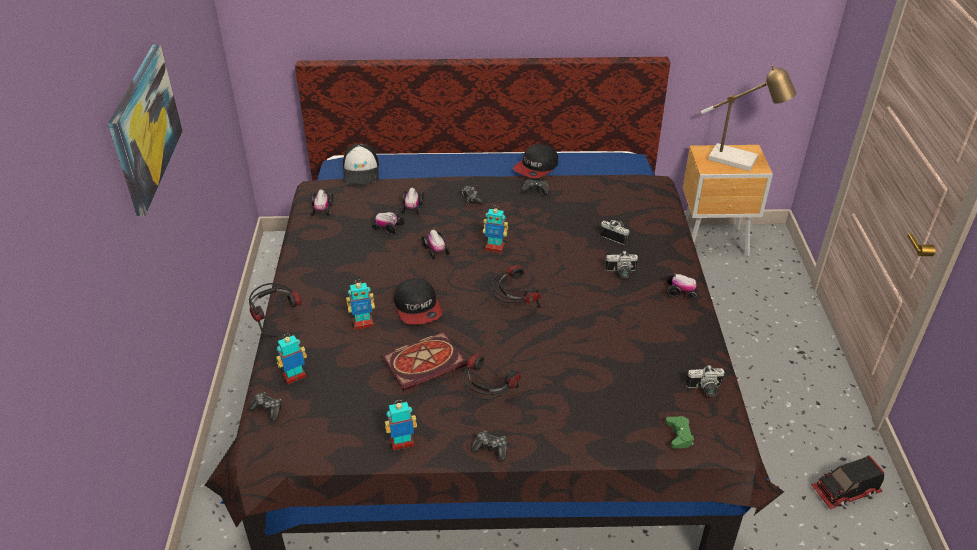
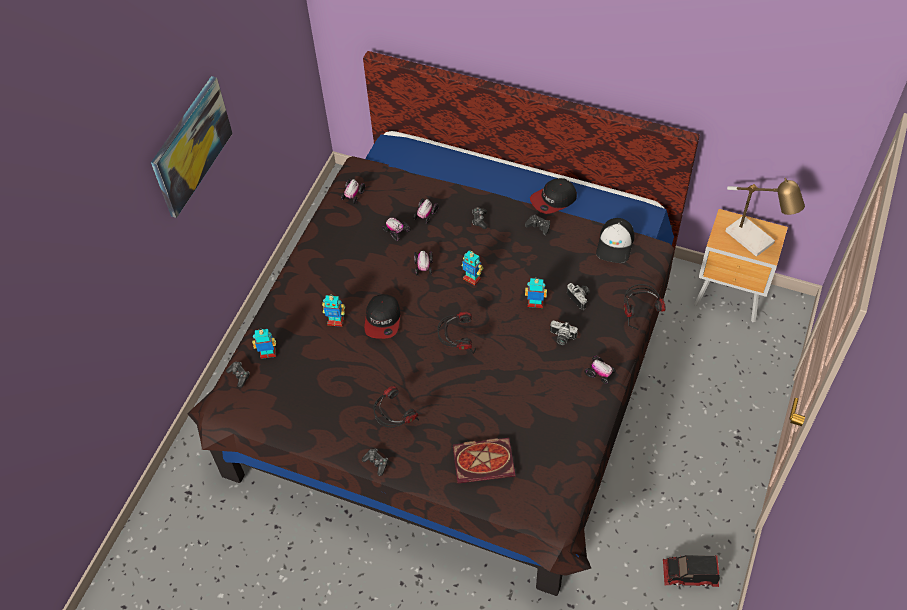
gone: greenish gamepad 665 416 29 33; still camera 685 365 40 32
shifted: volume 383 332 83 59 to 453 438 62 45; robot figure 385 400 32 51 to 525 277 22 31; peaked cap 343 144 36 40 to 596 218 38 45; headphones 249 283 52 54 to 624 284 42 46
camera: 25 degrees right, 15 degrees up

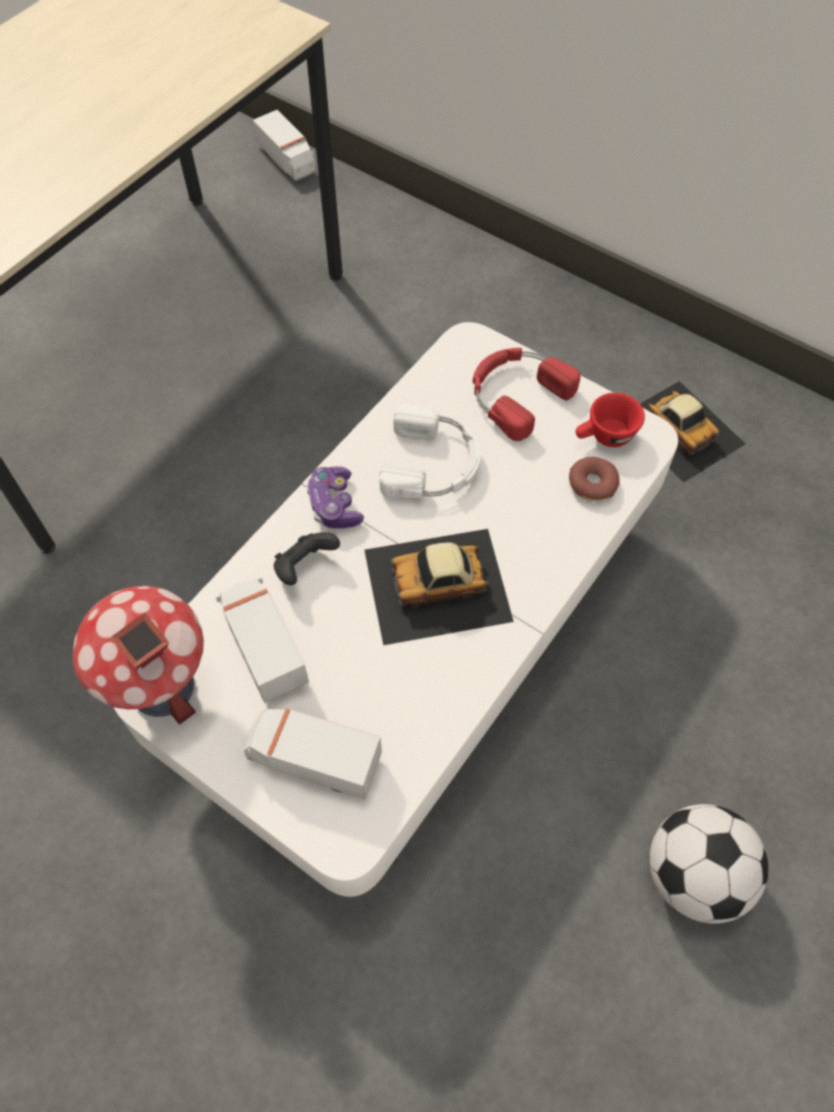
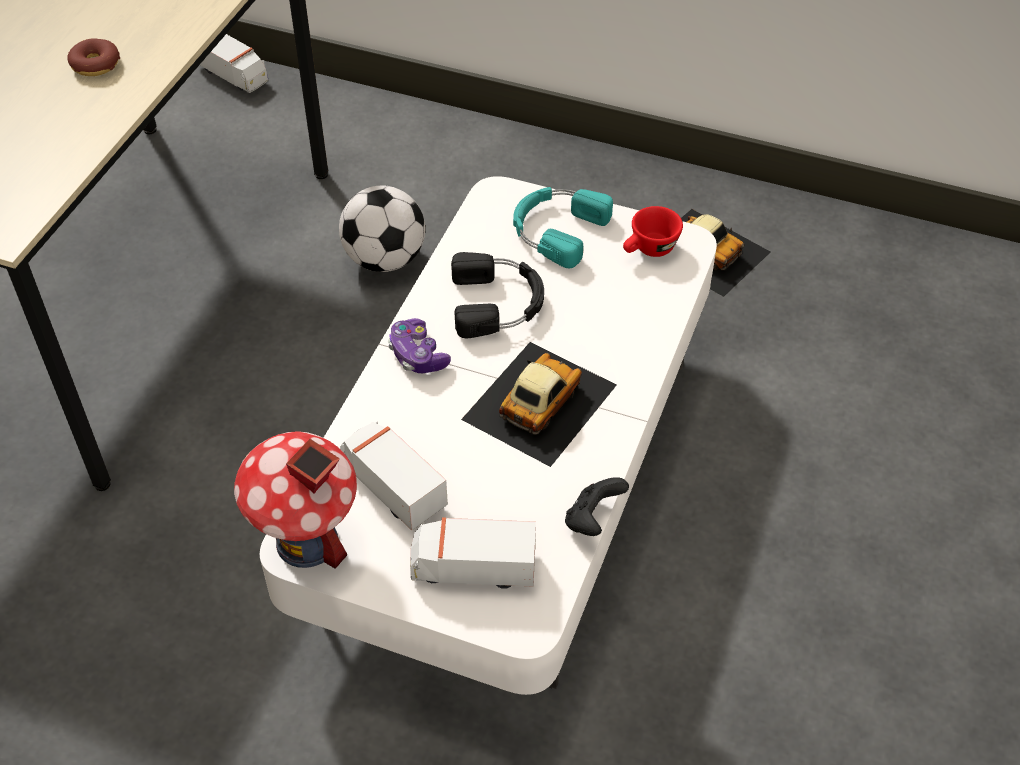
shifted: donut 569 457 51 44 to 67 38 53 38; ball for football 649 804 119 120 to 339 186 86 86; black-coloured gamepad 274 532 66 53 to 565 477 64 59
repainted: white headphones 379 403 102 95 to black-coloured headphones 451 252 93 87; red-coloured headphones 473 348 107 93 to turquoise-coloured headphones 513 187 100 81
rotated: miniature car 364 529 150 116 = 461 342 156 125 150 degrees clockwise
camera: 15 degrees left, 10 degrees down

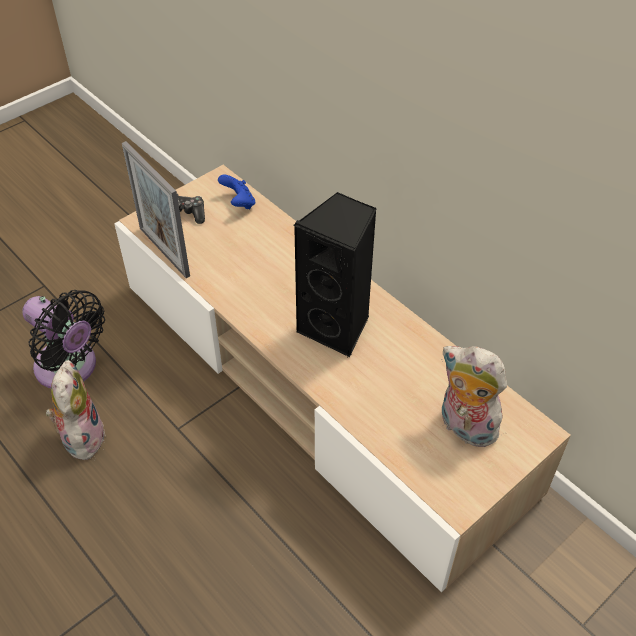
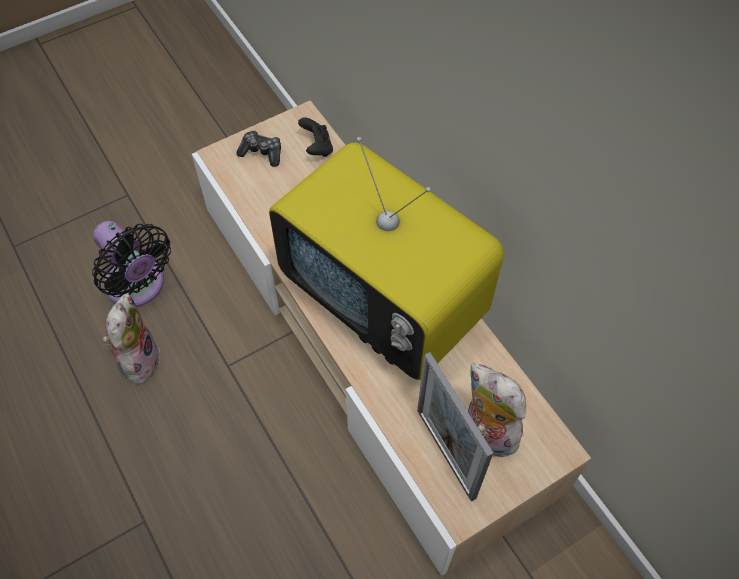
shifted: standing frame 122 141 68 137 to 417 352 76 150
swapped: black-coloured loudspeaker 293 192 84 165 to TV 269 137 235 243
repainted: blue-coloured gamepad 218 175 37 34 to black-coloured gamepad 298 117 35 40
camera: 10 degrees right, 10 degrees up

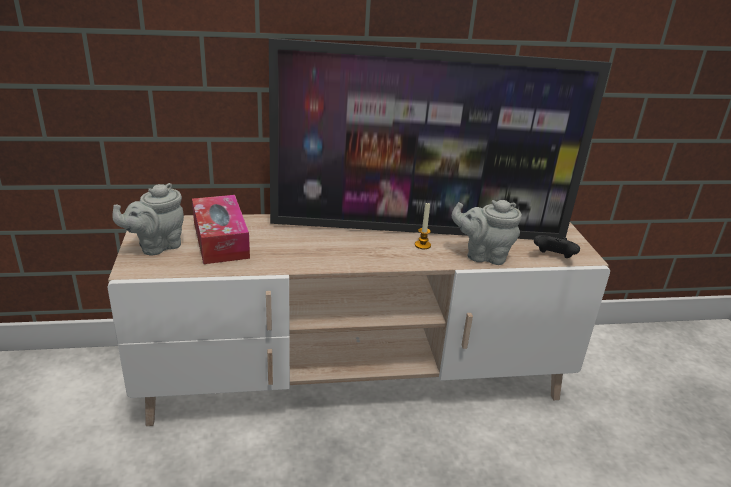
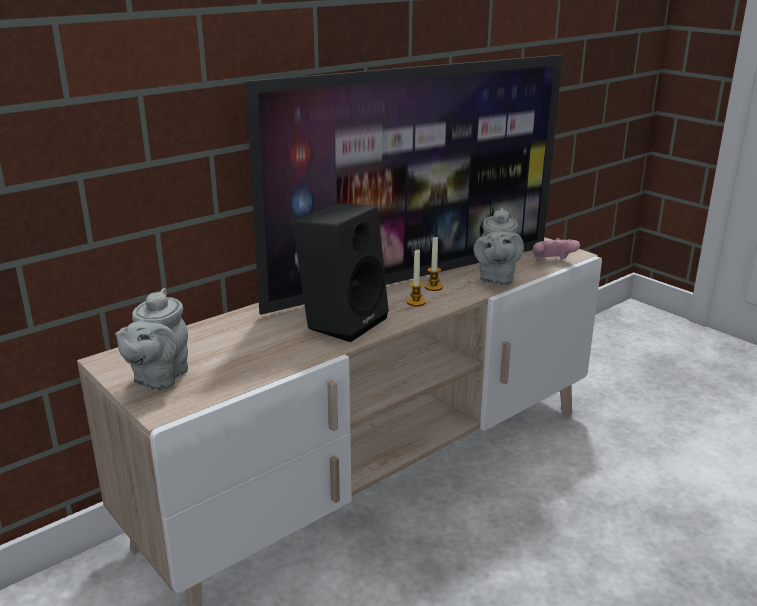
gone: tissue box 192 195 58 69
new: black-coloured loudspeaker 293 203 96 139; candle 407 250 19 56
repainted: black-coloured gamepad 534 235 46 23 to pinkish gamepad 533 238 47 23
rotated: gray tea pot 452 200 70 65 = 474 207 50 79 60 degrees counterclockwise
camera: 30 degrees left, 5 degrees down

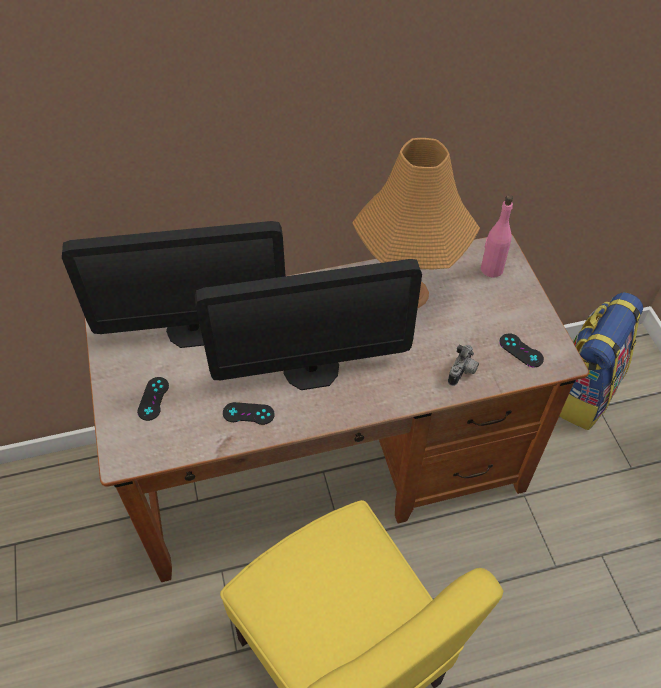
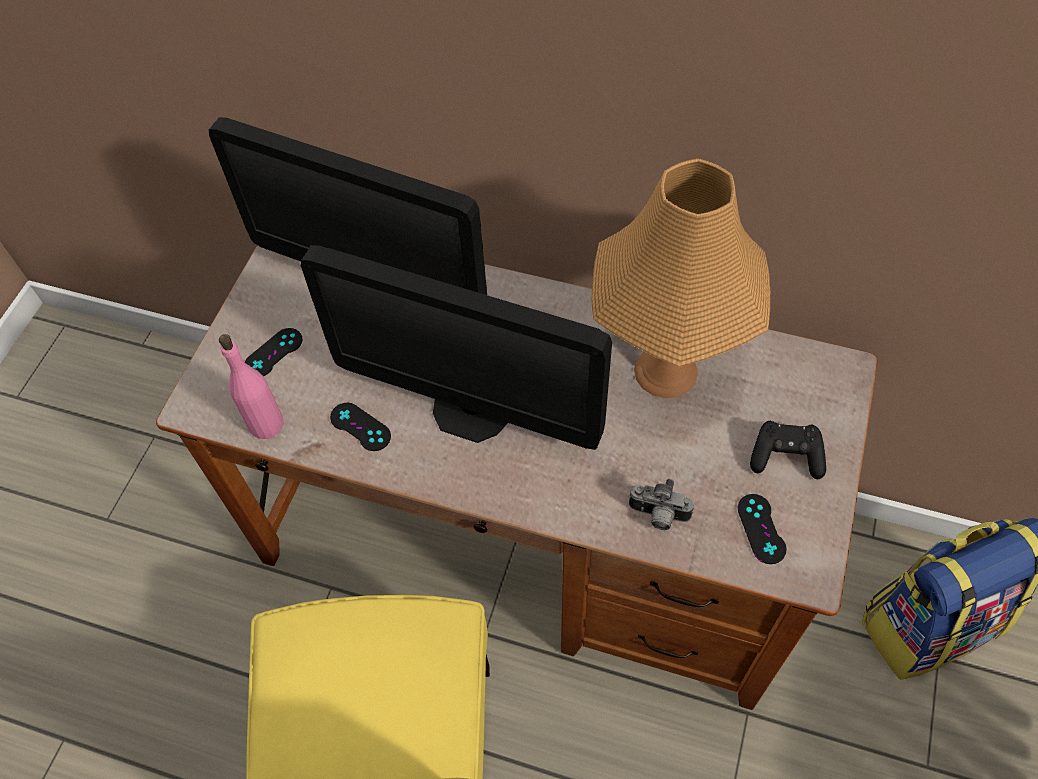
new: black-coloured gamepad 750 421 76 58
shifted: pinkish drink bottle 481 195 32 83 to 219 334 65 105
rotated: still camera 448 345 31 41 = 629 479 65 51 45 degrees clockwise
camera: 35 degrees right, 5 degrees up

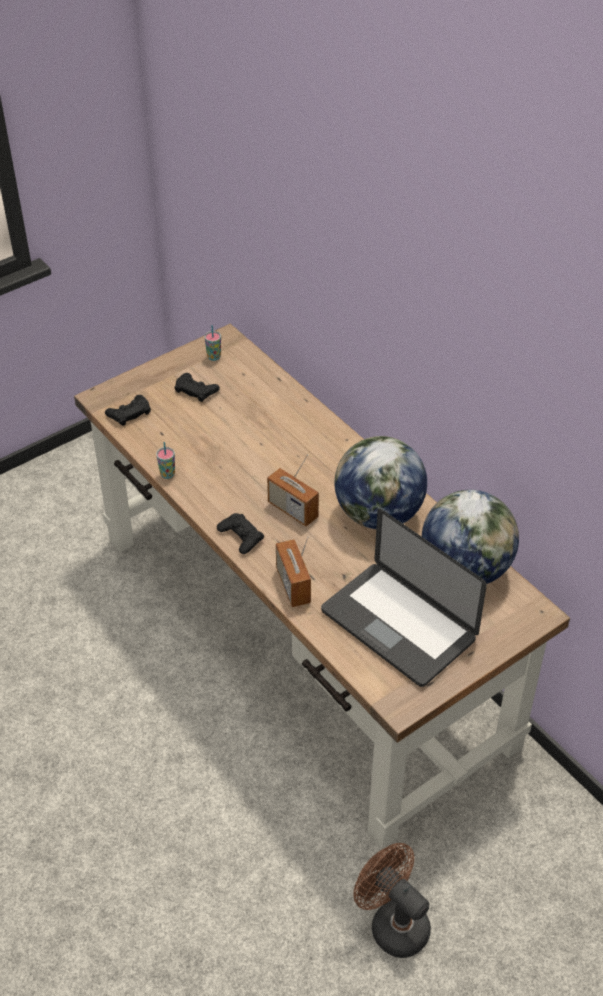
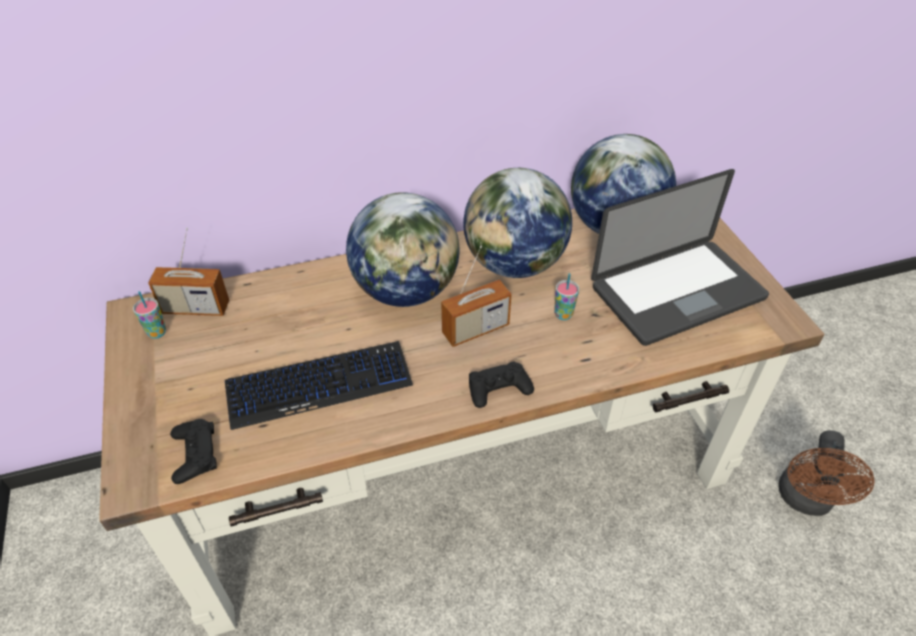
gone: black-coloured gamepad 174 373 46 29
new: keyboard 225 341 188 89; world globe 346 192 114 115
shifted: radio set 276 537 35 70 to 148 228 81 88; cup 156 442 19 37 to 554 273 25 47
rotated: brownish cooling fan 353 843 78 115 = 779 430 96 86 45 degrees counterclockwise
camera: 70 degrees left, 0 degrees up

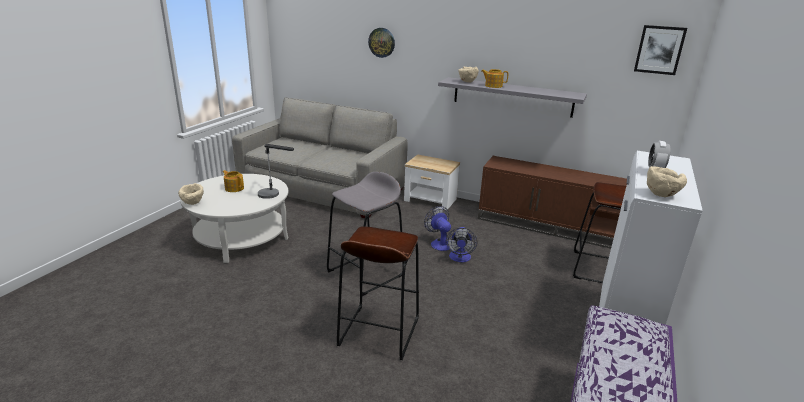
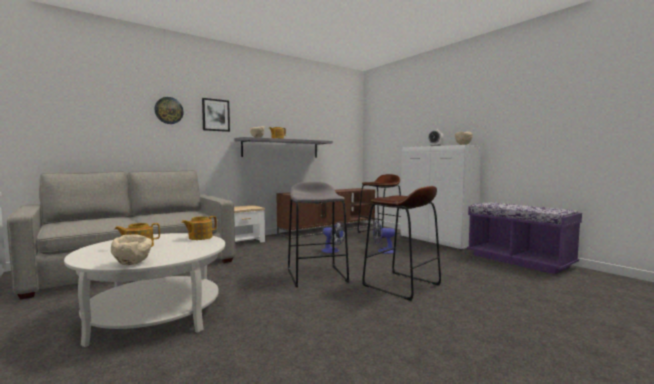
shifted: picture 634 25 53 50 to 202 98 28 34; cooling fan 424 206 27 45 to 373 221 23 33
swapped: lamp for a table 258 144 36 55 to tea pot 181 216 36 24
camera: 60 degrees left, 20 degrees down

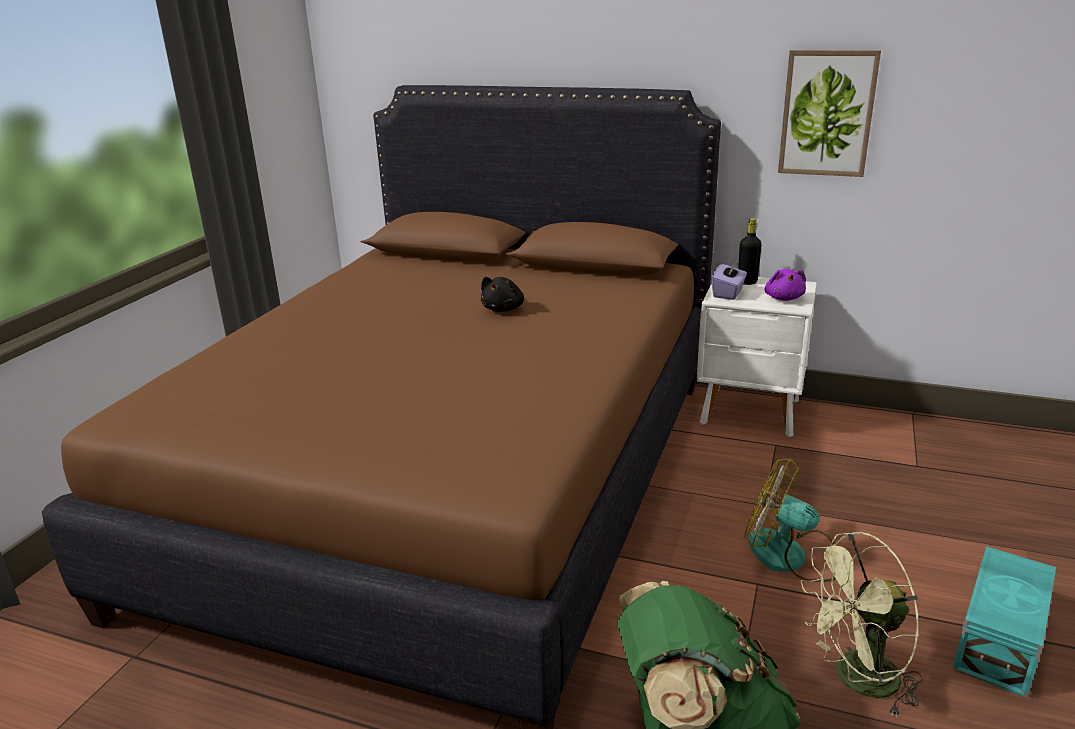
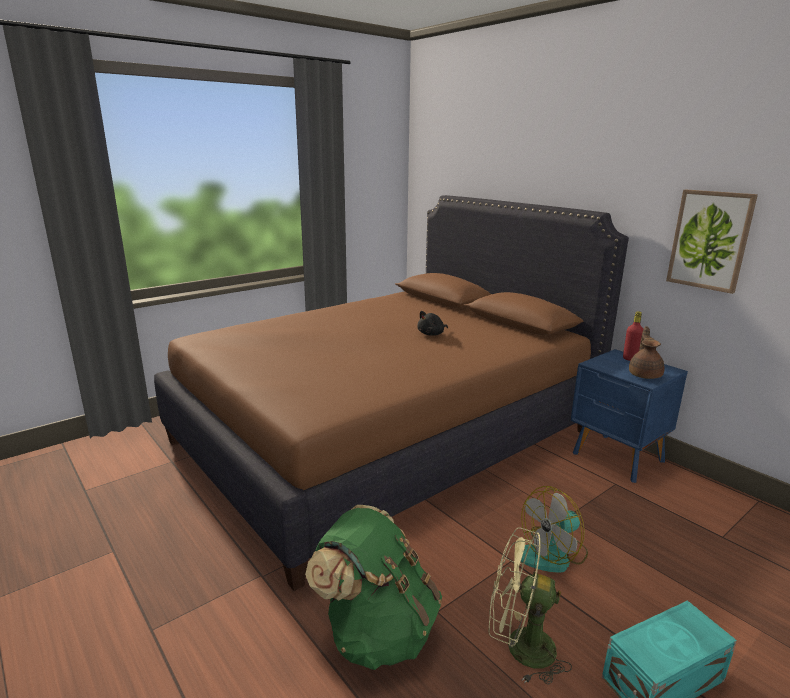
gone: purple tissue box 712 260 35 40
swapped: purple cuddly toy 765 269 41 32 to brownish tea pot 629 326 36 53
repainted: white bedside table 697 277 120 160 to blue-coloured bedside table 571 349 117 134; black-coloured drink bottle 738 218 24 67 to red-coloured drink bottle 623 311 20 50
rotated: cooling fan 744 459 93 123 = 521 486 67 87 90 degrees counterclockwise
camera: 30 degrees right, 5 degrees down

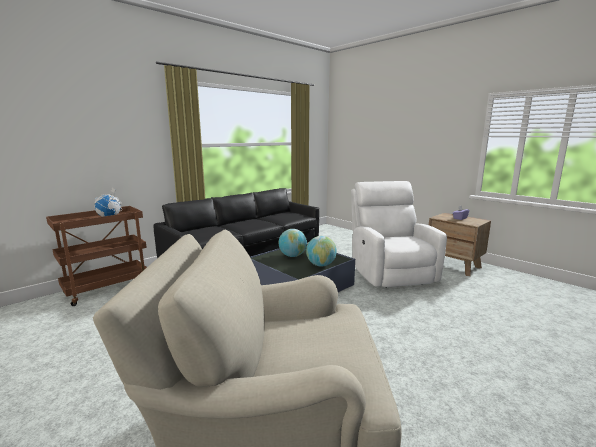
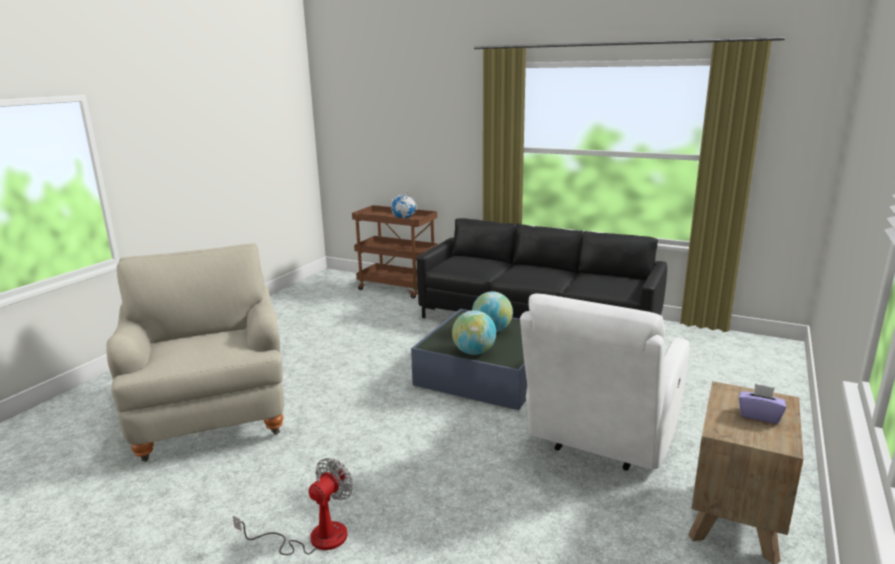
new: cooling fan 233 458 120 97
rotated: white easy chair 351 181 96 107 = 520 293 170 178 150 degrees clockwise
camera: 70 degrees right, 5 degrees up

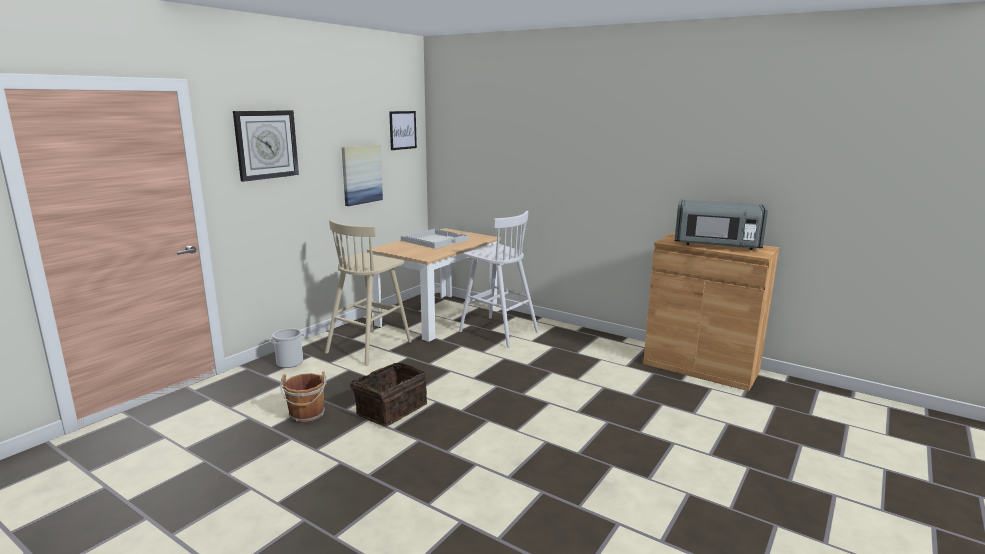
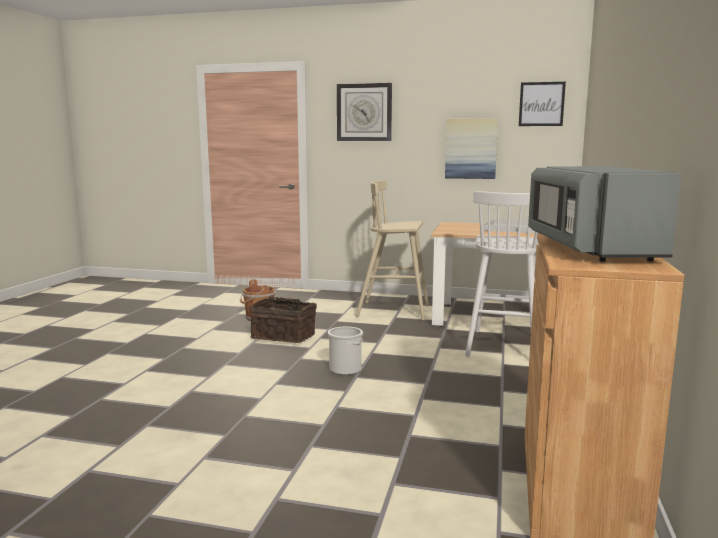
shifted: water bucket 270 328 35 40 to 327 327 36 48
camera: 70 degrees right, 5 degrees down

